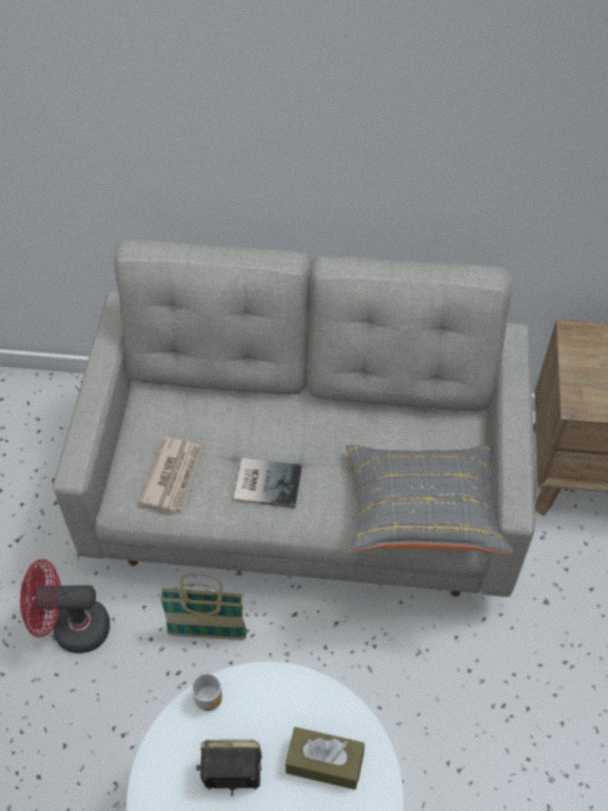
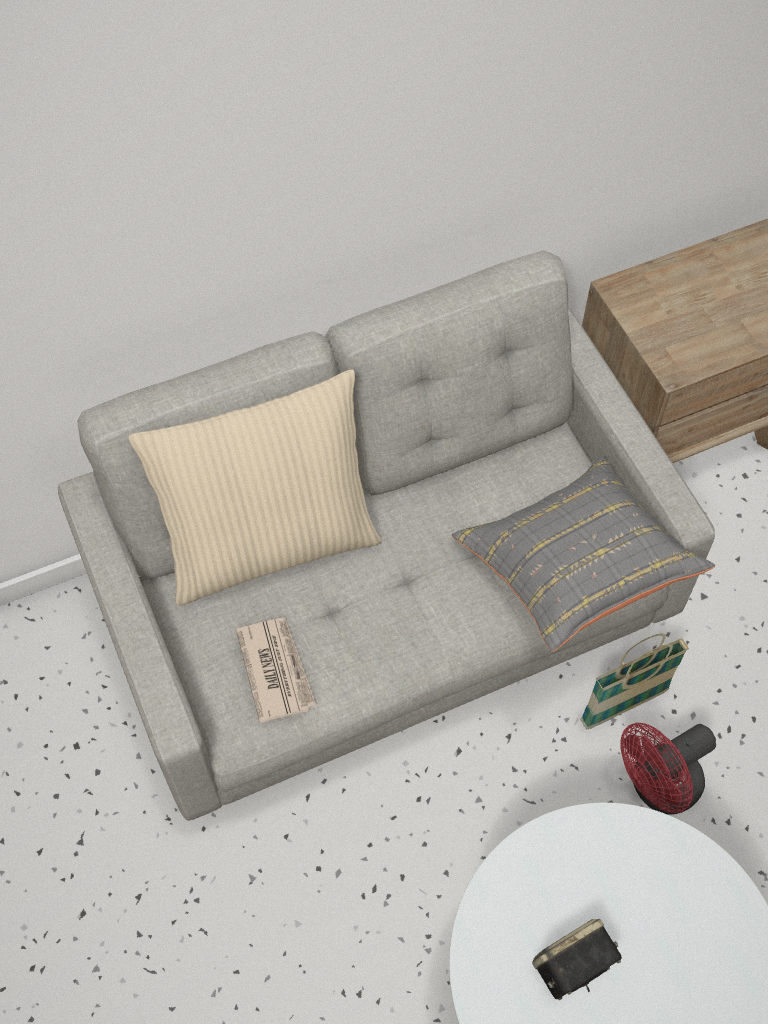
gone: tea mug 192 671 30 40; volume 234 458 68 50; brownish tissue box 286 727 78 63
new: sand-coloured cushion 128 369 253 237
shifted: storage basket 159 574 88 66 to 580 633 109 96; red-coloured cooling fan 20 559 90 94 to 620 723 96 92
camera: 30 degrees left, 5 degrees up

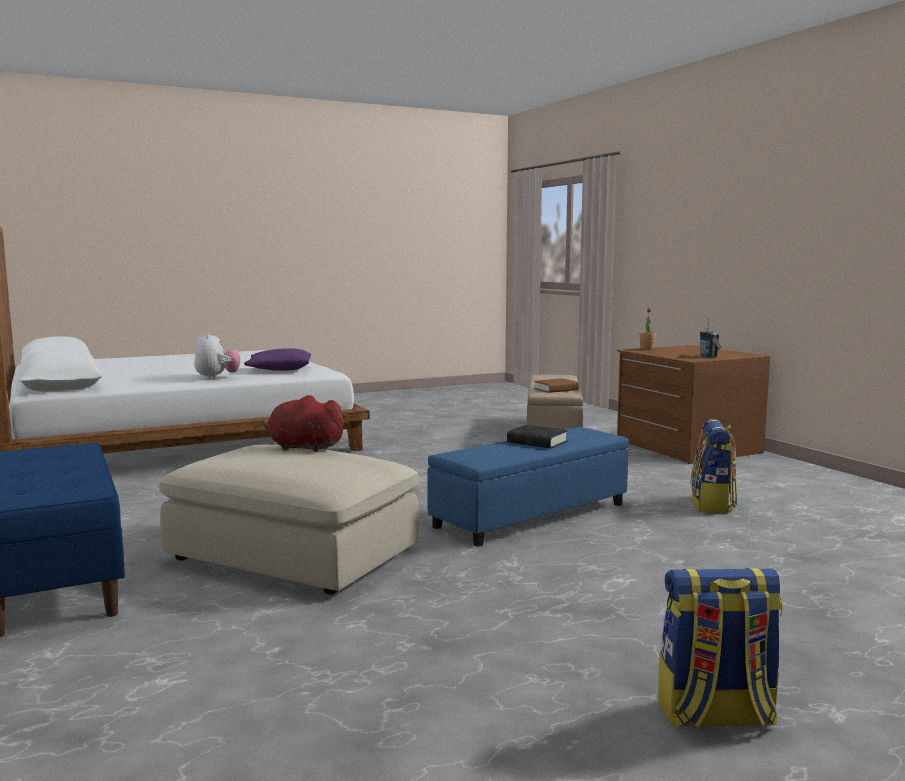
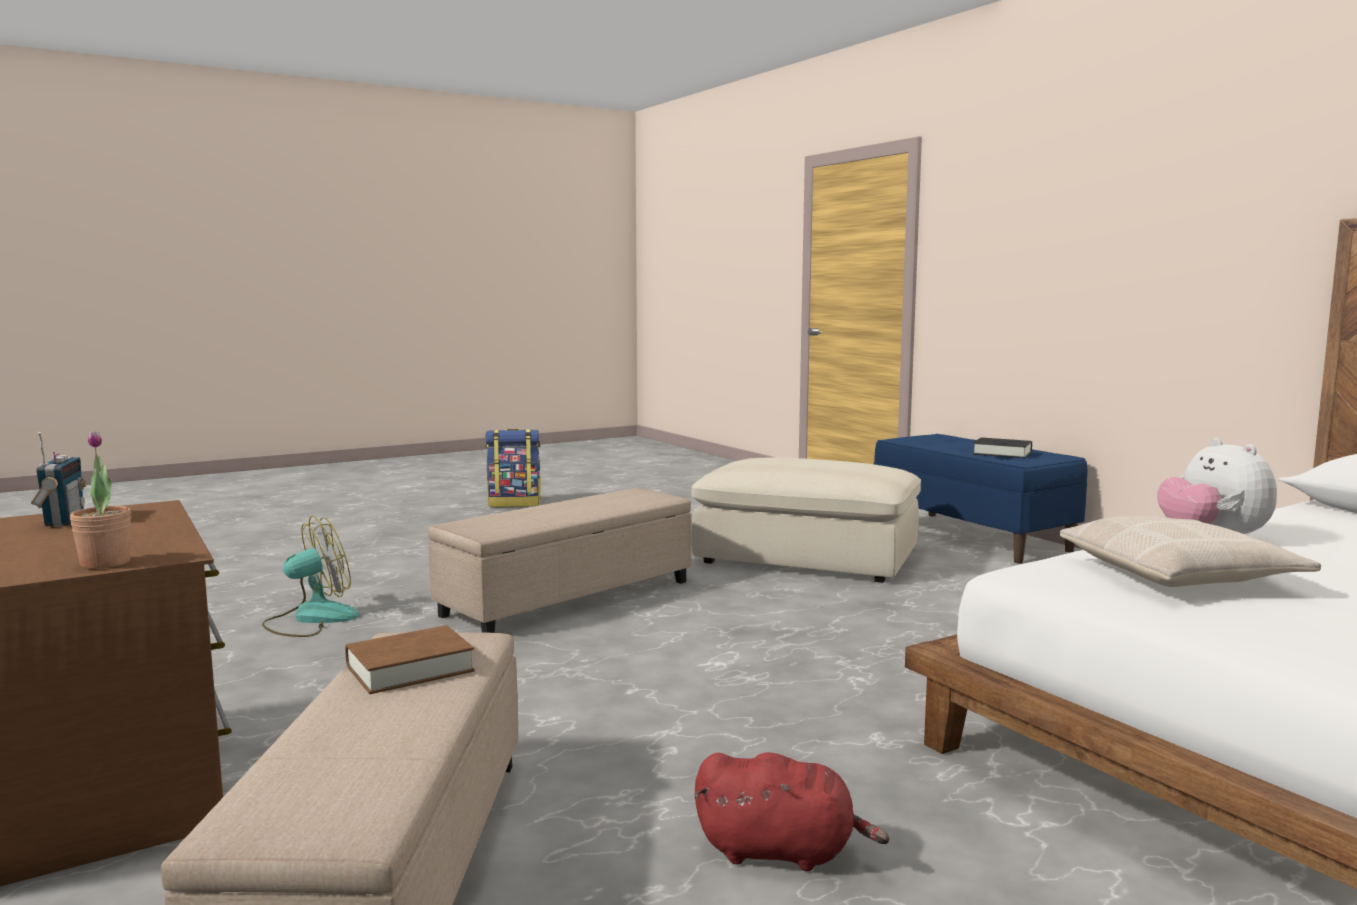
shifted: red-coloured cuddly toy 263 395 84 57 to 694 752 195 119; black-coloured volume 507 425 61 23 to 973 437 59 21
swapped: backpack 691 419 47 94 to cooling fan 262 516 97 121
repainted: blue-coloured pouffe 427 427 202 120 to sand-coloured pouffe 428 488 264 145; purple cushion 244 348 67 22 to sand-coloured cushion 1060 516 261 71
camera: 175 degrees right, 0 degrees up

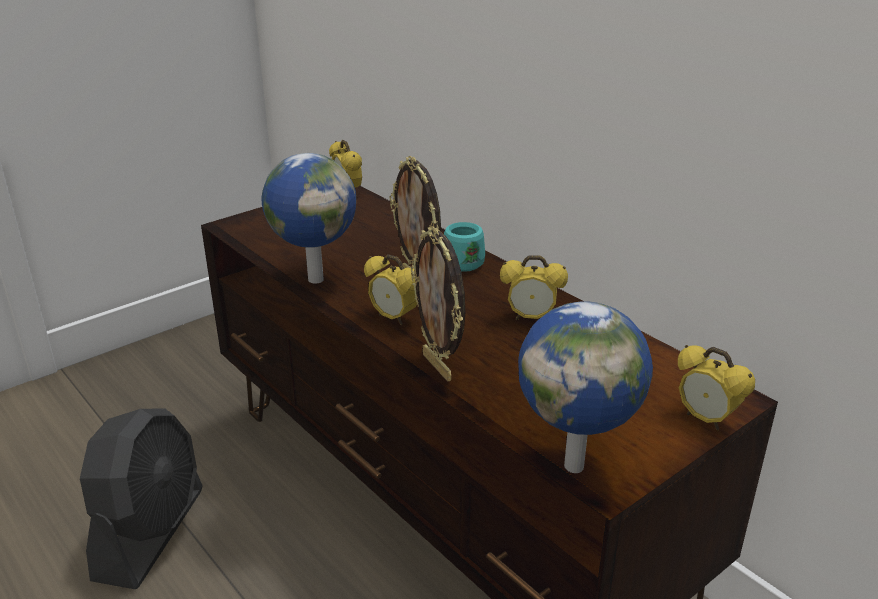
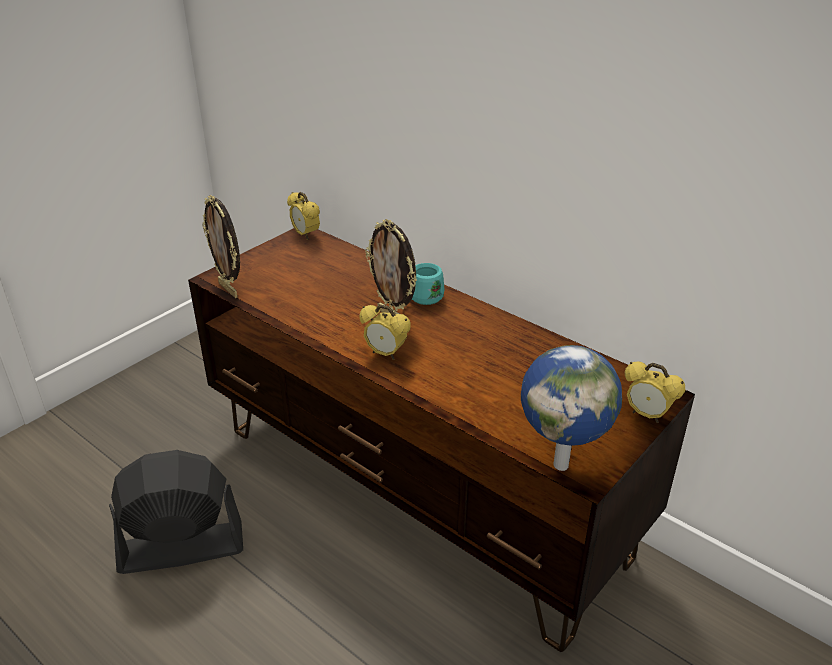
gone: world globe 262 153 94 131; table clock 500 255 68 65
shifted: standing frame 411 226 54 156 to 202 195 38 103
rotated: black-coloured cooling fan 80 408 123 181 = 109 450 134 124 105 degrees counterclockwise
camera: 10 degrees left, 5 degrees up

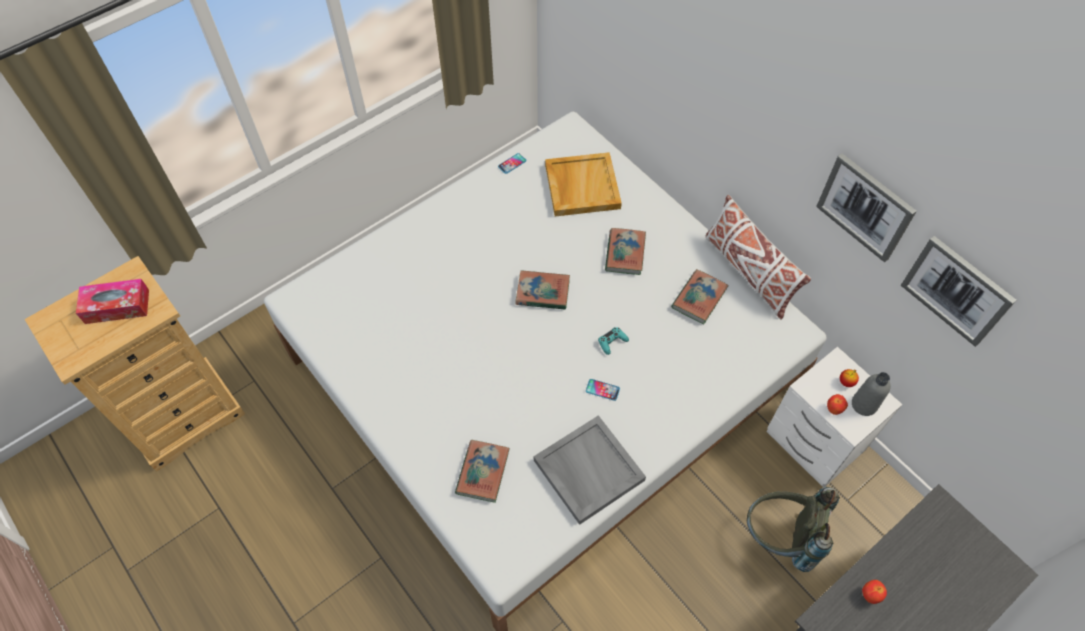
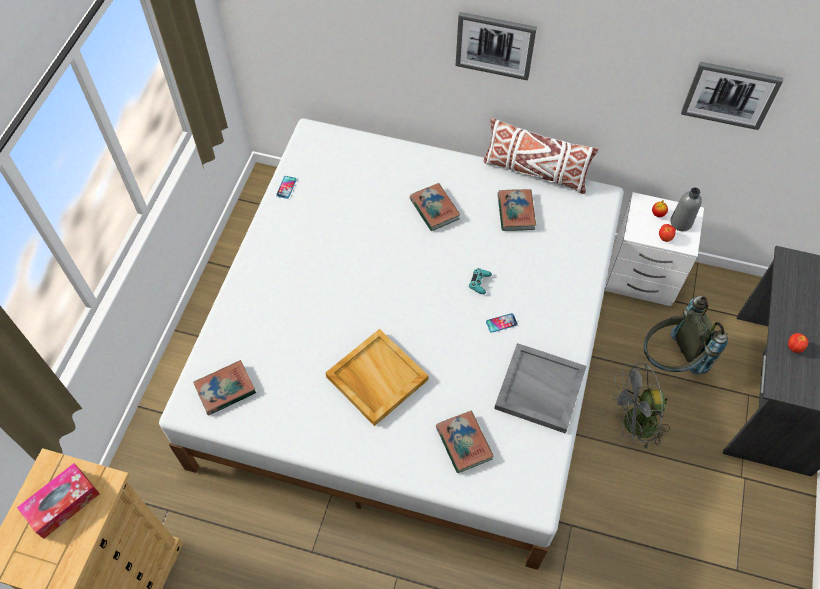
new: gray cooling fan 612 363 58 87
shifted: volume 516 270 54 40 to 193 360 63 56; sand-coloured serving tray 545 152 77 64 to 325 329 104 97; picture 816 153 101 109 to 456 12 81 69
camera: 35 degrees left, 0 degrees up

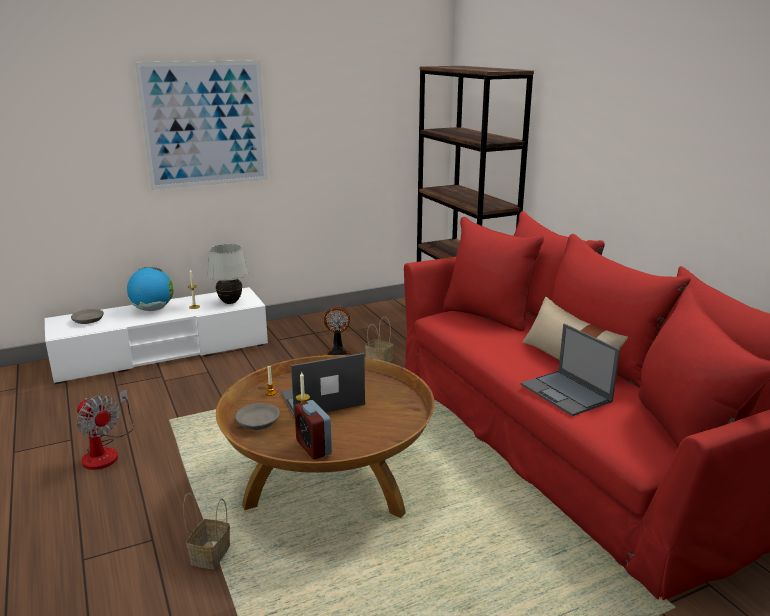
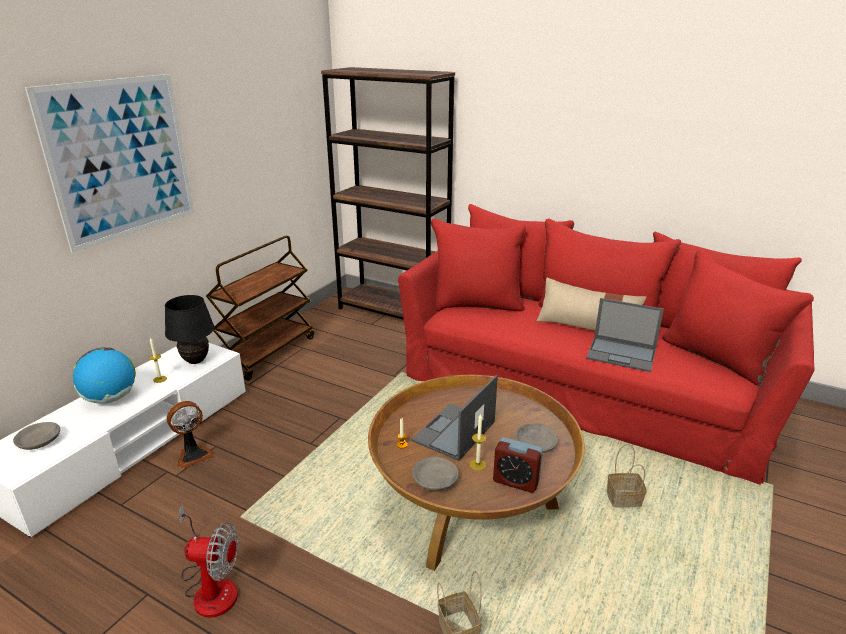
new: brownish trolley 206 236 108 145; gray deep dish 515 423 43 30
shifted: cooling fan 324 306 27 49 to 167 401 47 68; storage basket 365 317 29 46 to 607 444 40 64
repainted: white lamp for a table 207 244 41 60 to black-coloured lamp for a table 165 295 50 69
camera: 35 degrees left, 5 degrees up

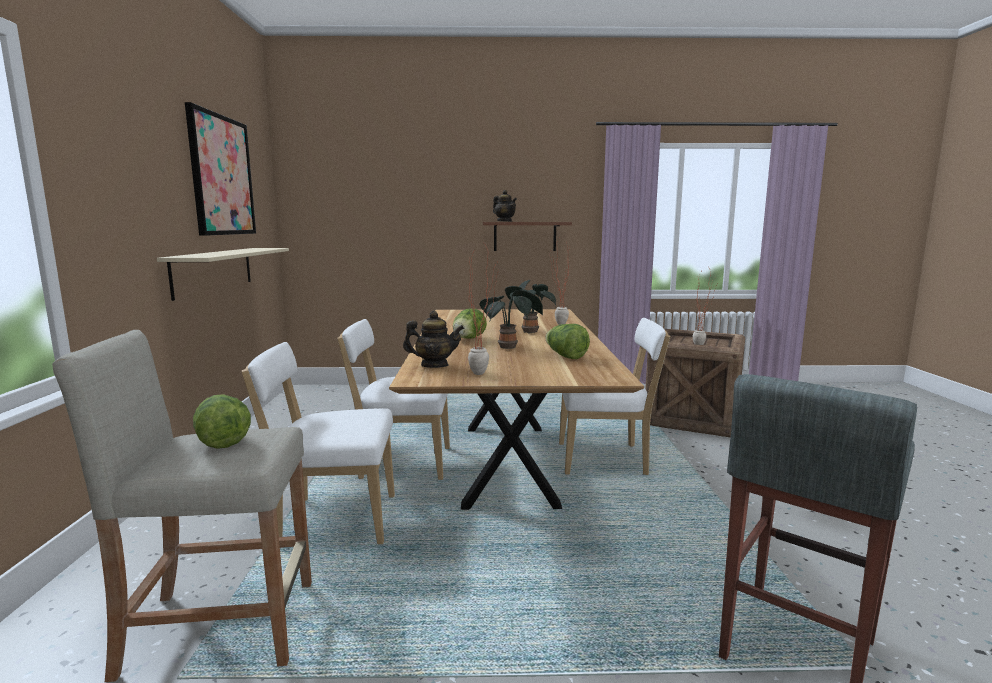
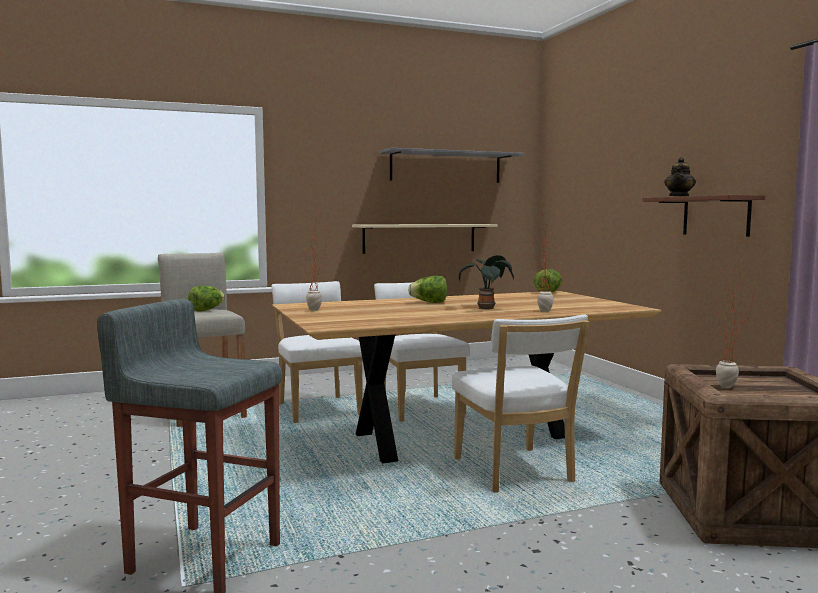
gone: tea pot 403 311 61 57; plant in a pot 479 290 64 59
shifted: head of lettuce 545 324 45 35 to 534 269 28 24
swapped: picture 185 102 71 134 to gray bracket shelf 379 148 145 35
camera: 70 degrees right, 5 degrees down

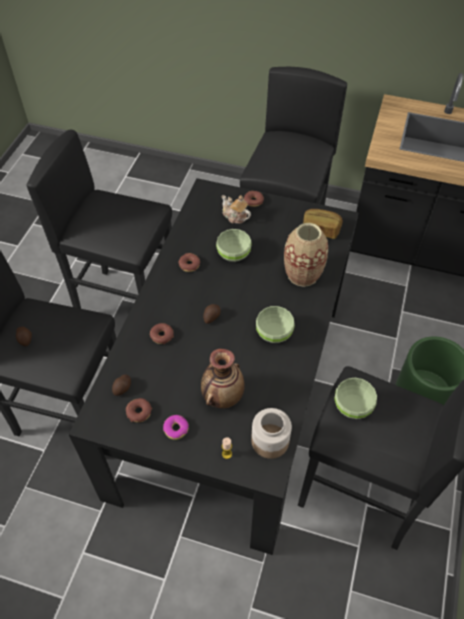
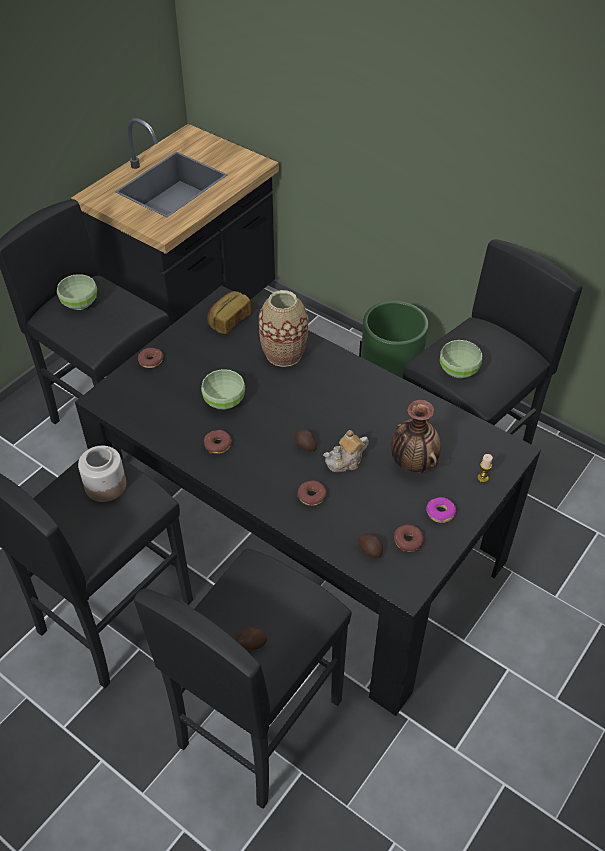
shifted: greenish deep dish 256 306 39 37 to 57 274 40 36; jar 251 408 41 51 to 78 446 48 56; tea pot 222 195 29 29 to 323 430 46 42
camera: 70 degrees left, 5 degrees down

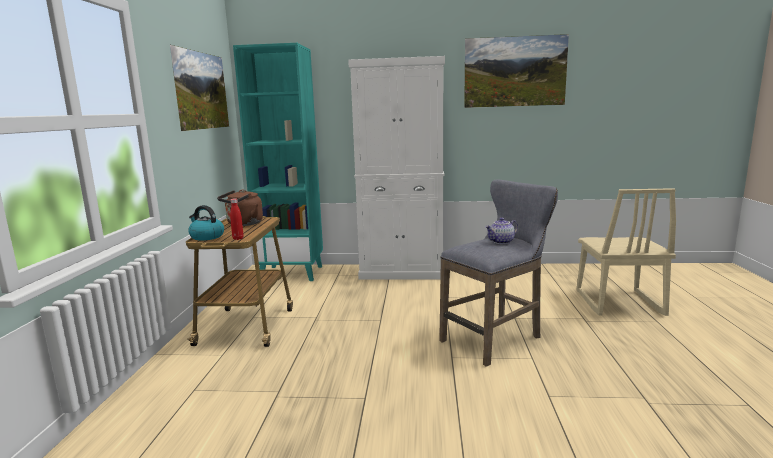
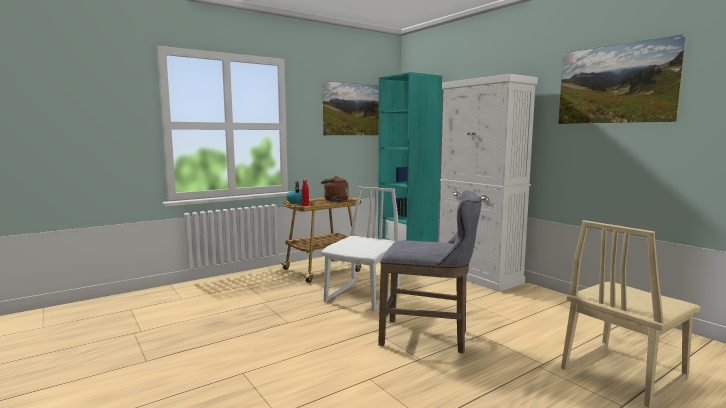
gone: tea pot 485 218 33 26
new: white upright chair 321 187 79 124
camera: 50 degrees right, 5 degrees down

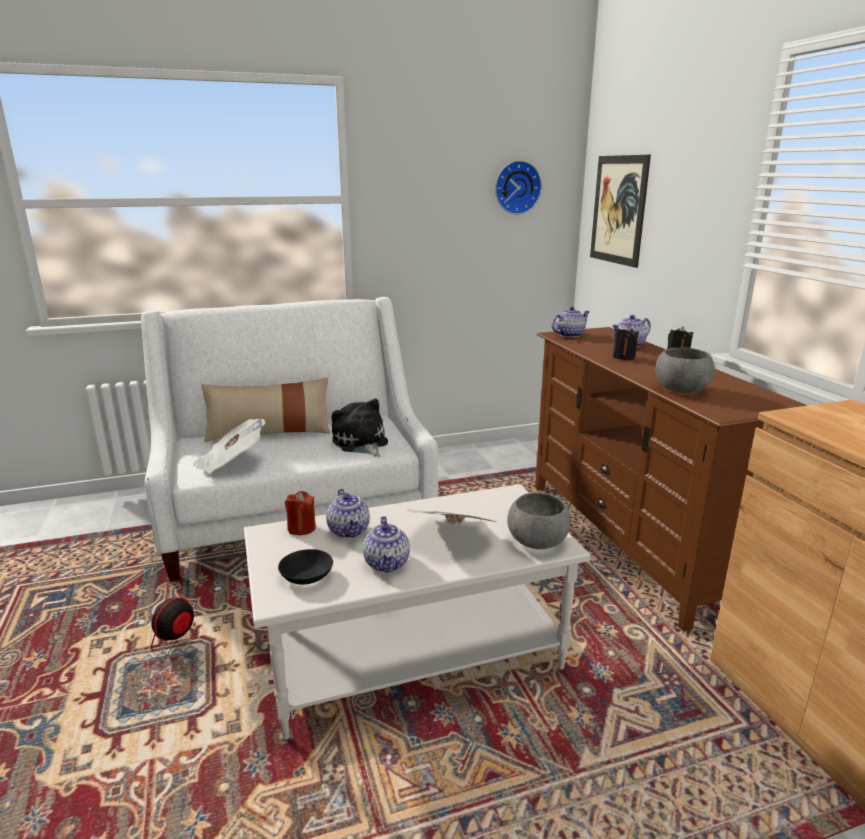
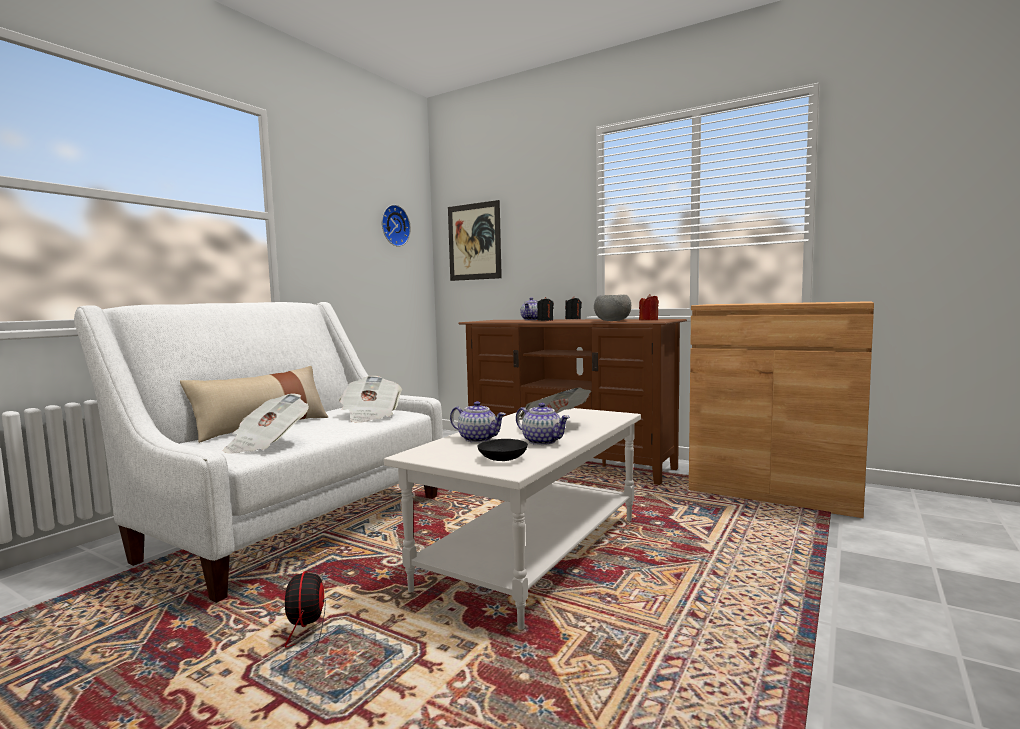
gone: gray deep dish 507 493 64 56; tea pot 552 307 38 31
shifted: red-coloured candle 285 491 31 44 to 639 294 20 26
swapped: cuddly toy 331 399 57 58 to newspaper 339 376 63 47
camera: 40 degrees left, 15 degrees down

